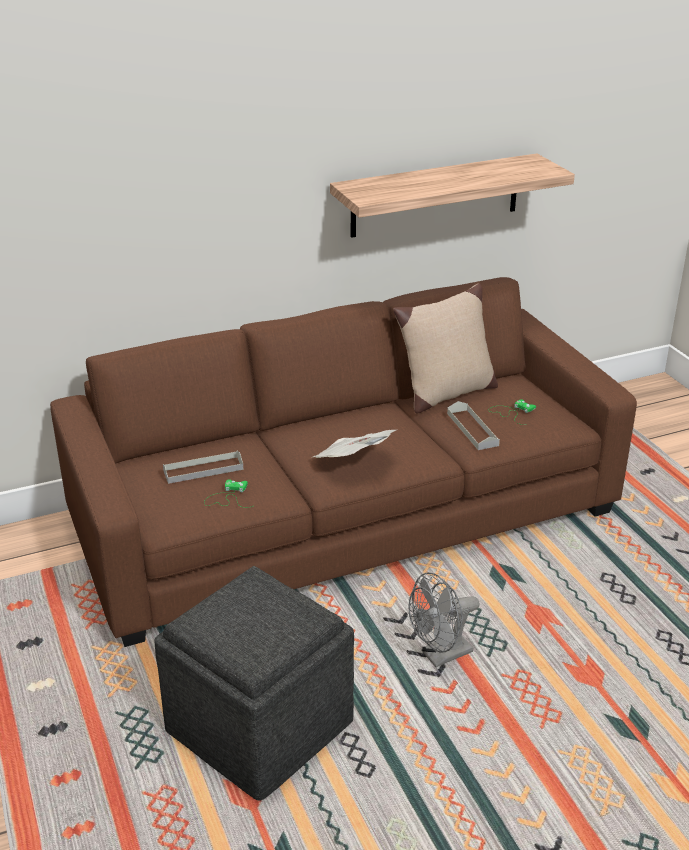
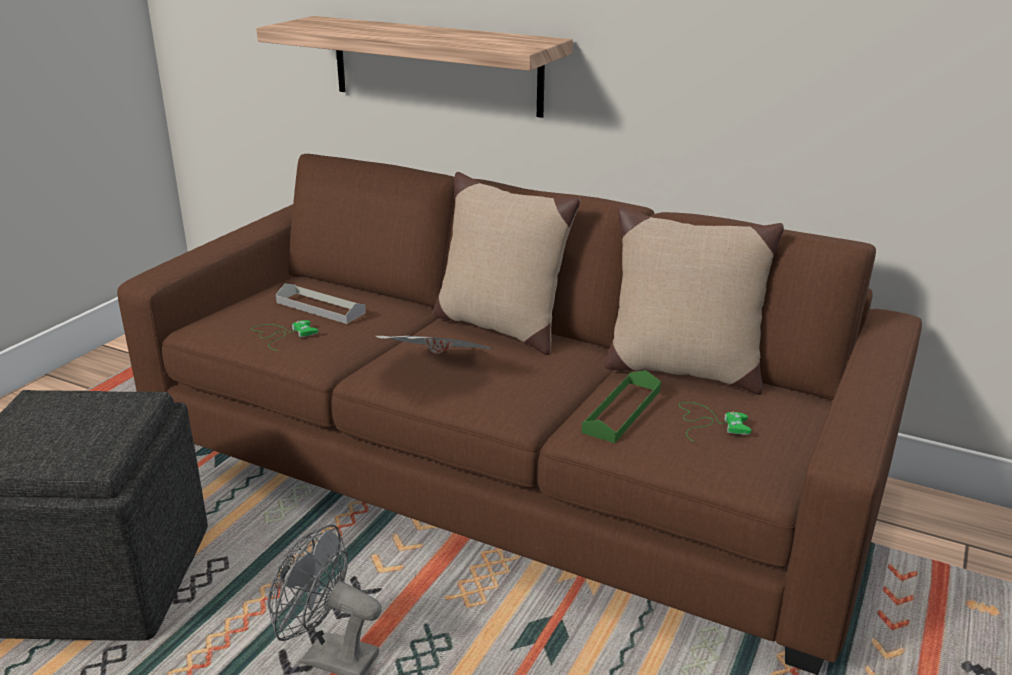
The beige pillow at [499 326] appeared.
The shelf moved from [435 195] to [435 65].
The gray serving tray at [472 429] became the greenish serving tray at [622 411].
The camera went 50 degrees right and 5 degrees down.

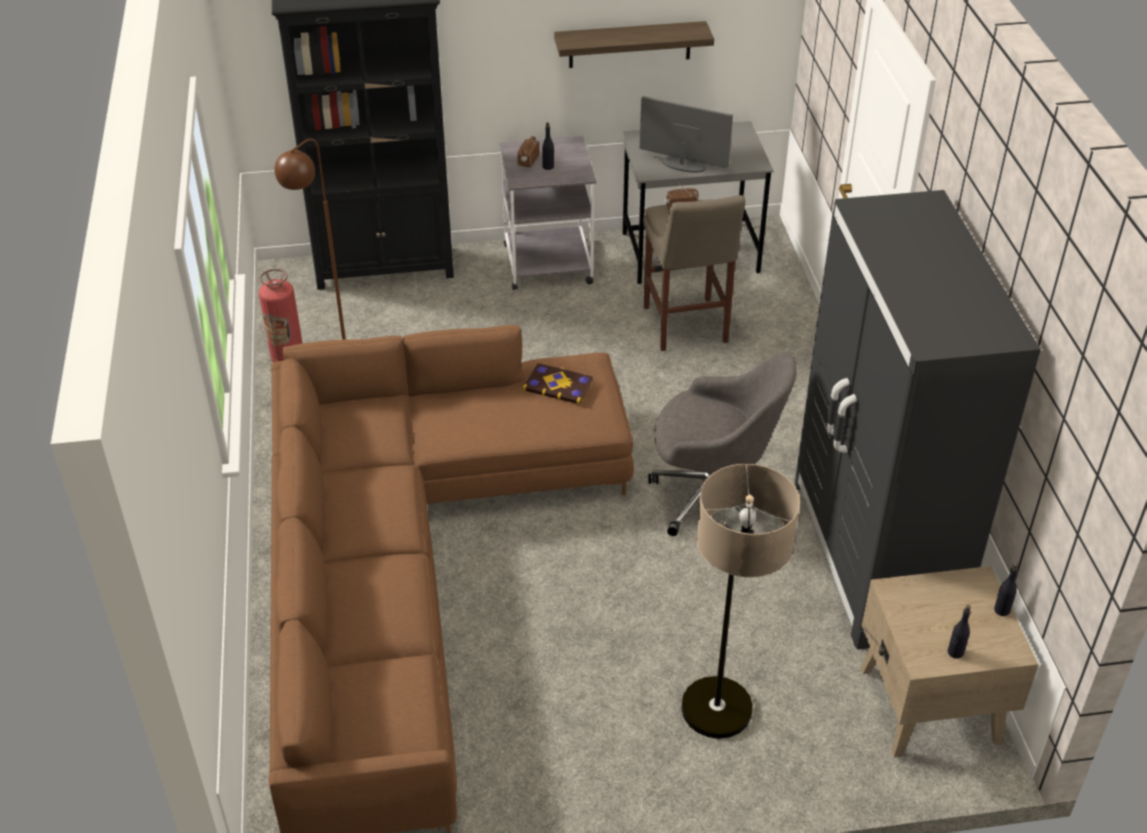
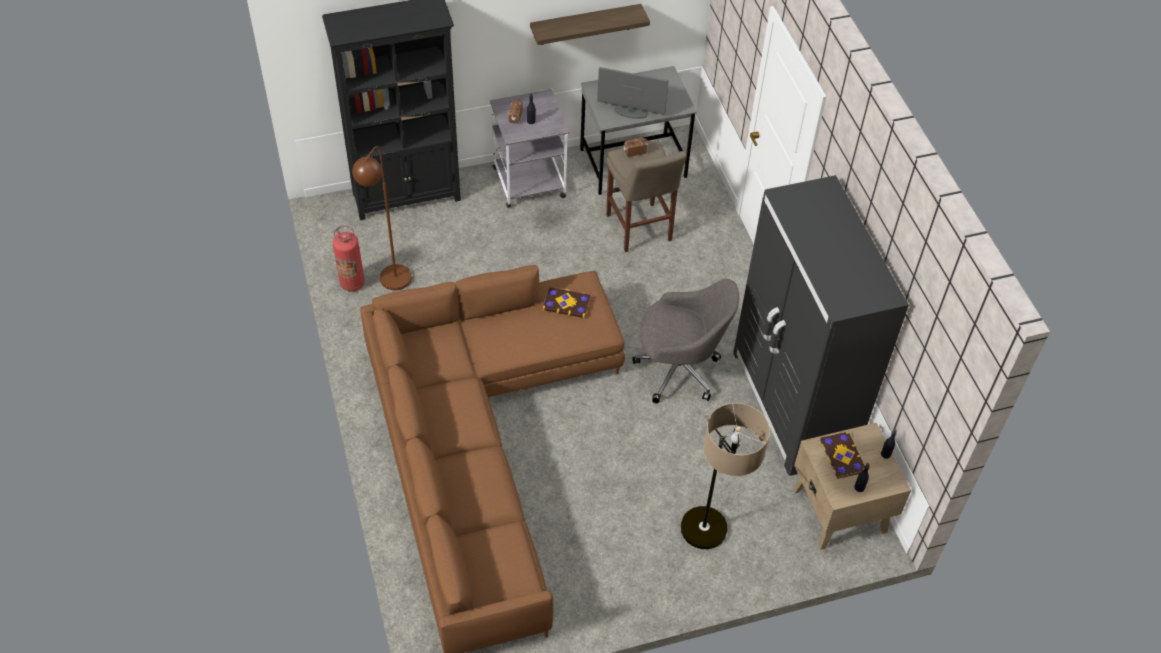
The book at [842 456] appeared.
The camera went 10 degrees left and 10 degrees up.

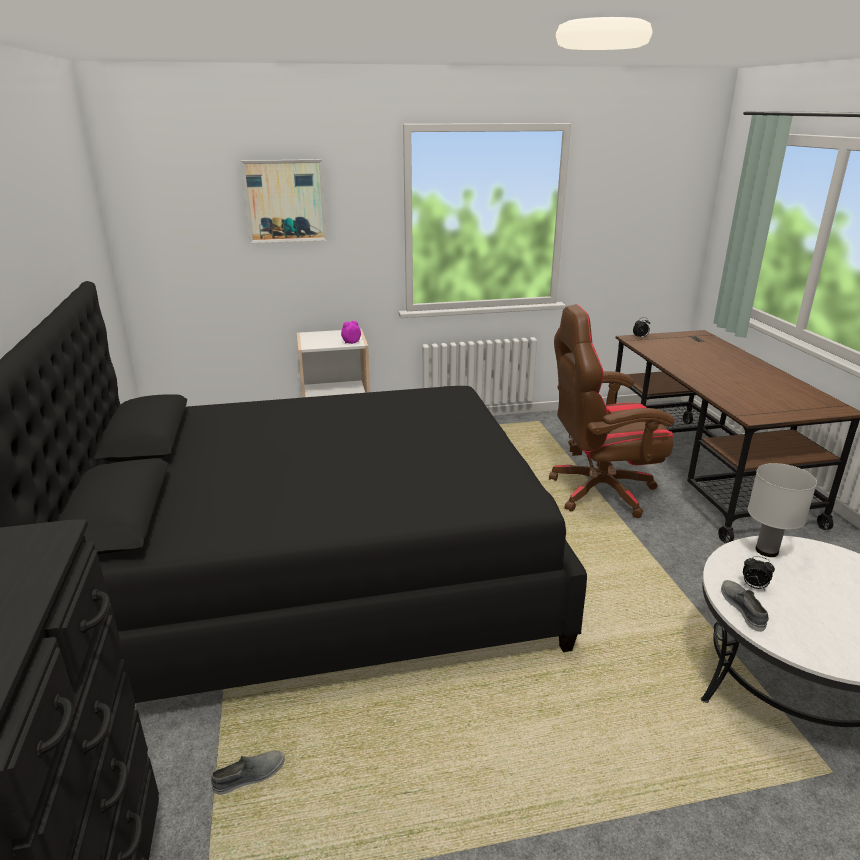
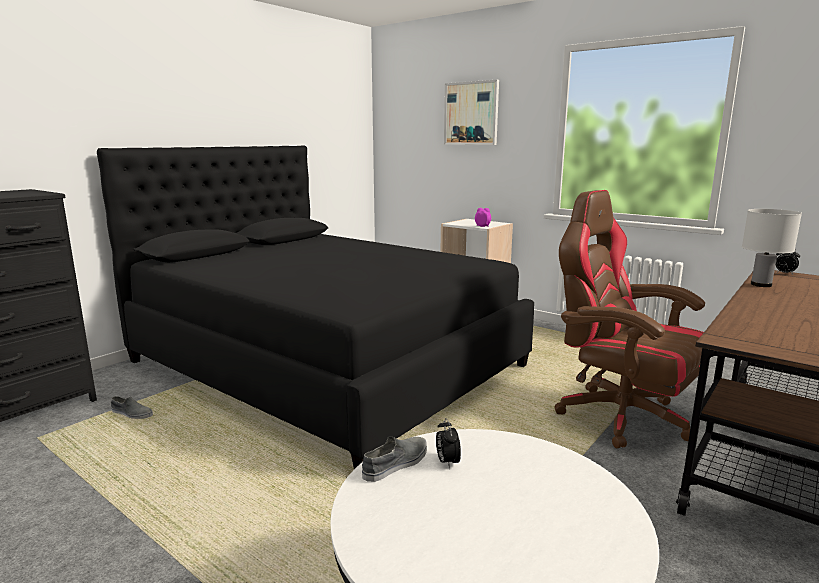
The white-coloured table lamp moved from [766 550] to [760 284].
The camera went 50 degrees right and 10 degrees down.

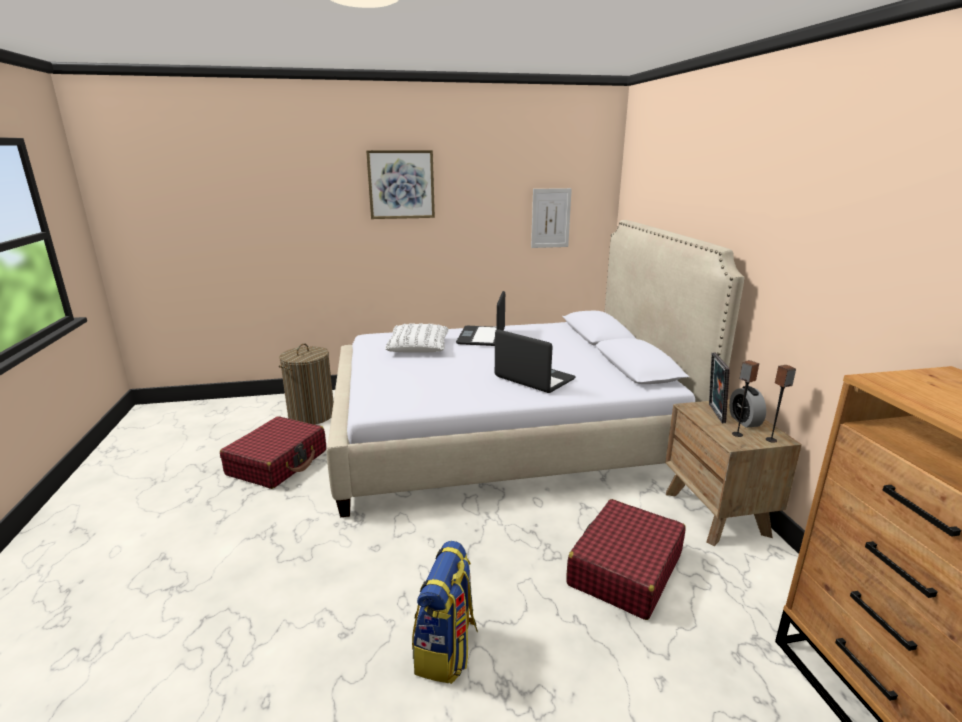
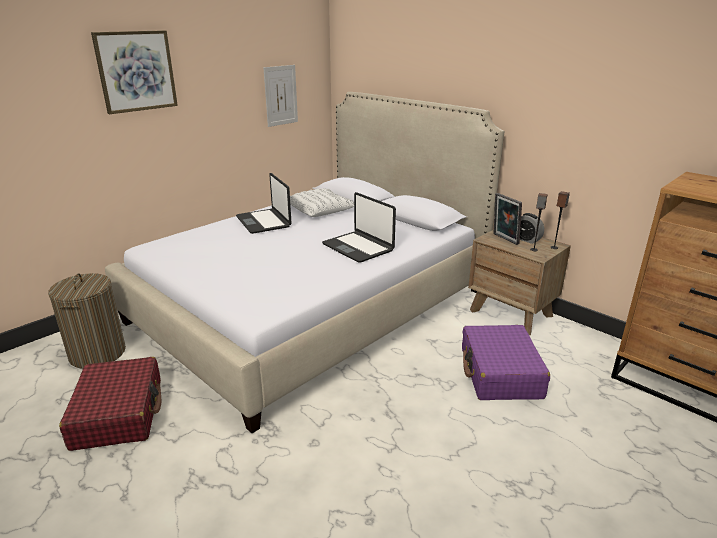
The backpack at [446 650] disappeared.
The white-coloured pillow moved from [418 347] to [320 210].
The red piece of luggage at [624 569] became the purplish piece of luggage at [500 373].
The laptop at [534 379] turned 135 degrees counterclockwise.
The camera went 35 degrees left and 5 degrees up.

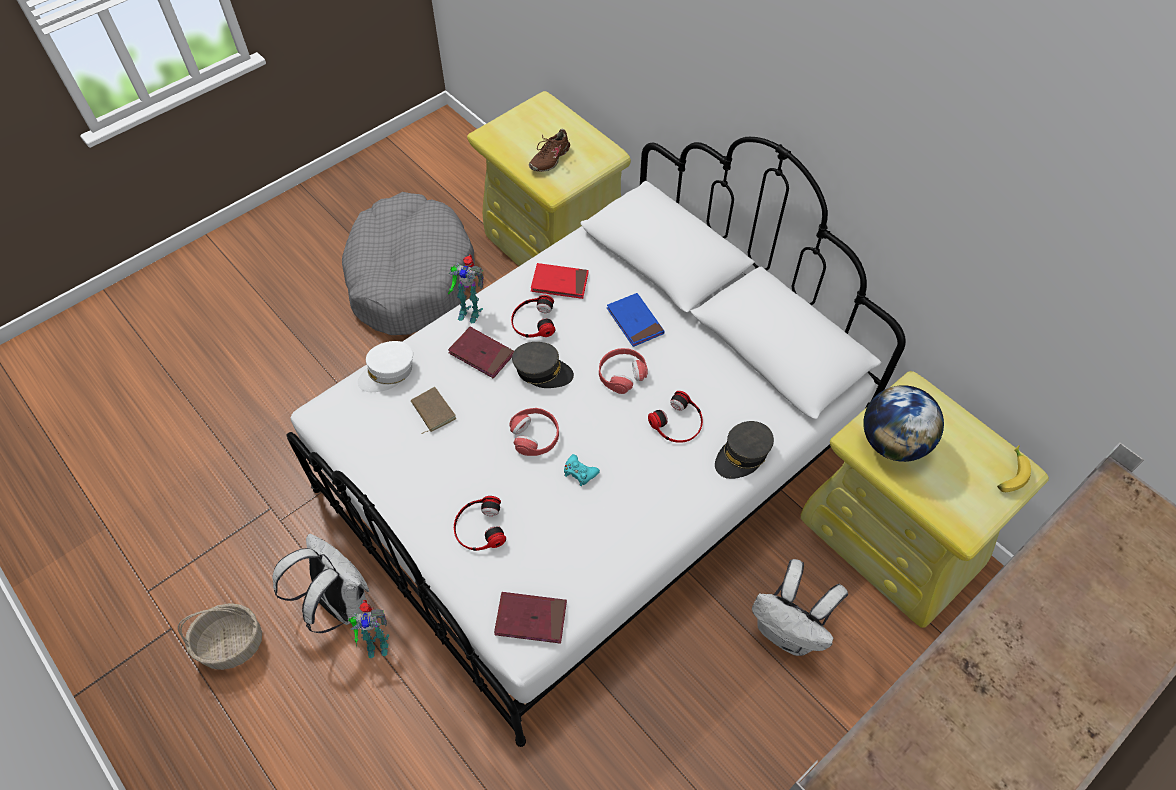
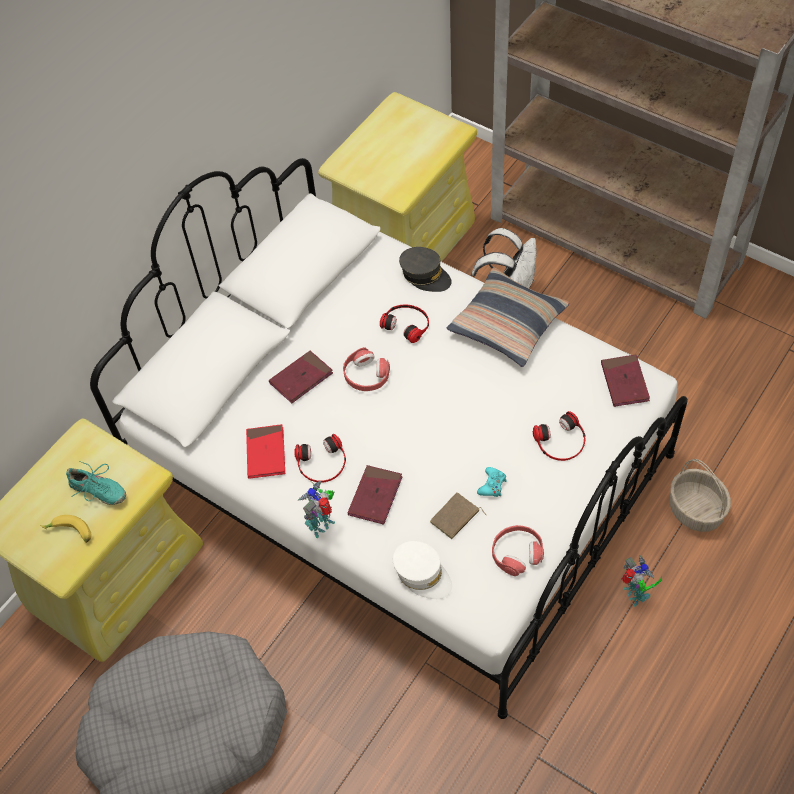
The white-coloured backpack at [338 602] disappeared.
The gray baseball cap at [542 371] disappeared.
The world globe at [892 442] disappeared.
The pillow at [507 324] appeared.
The storage basket moved from [231 645] to [696 510].
The red pair of headphones moved from [535 436] to [517 553].
The turquoise-coloured joypad moved from [579 472] to [492 485].
The banana moved from [1010 473] to [69 533].
The brown shoe at [549 158] became the turquoise-coloured shoe at [98 491].
The blue book at [635 321] became the red book at [301 378].
The toy robot at [469 310] turned 135 degrees counterclockwise.
The camera went 100 degrees left and 0 degrees up.

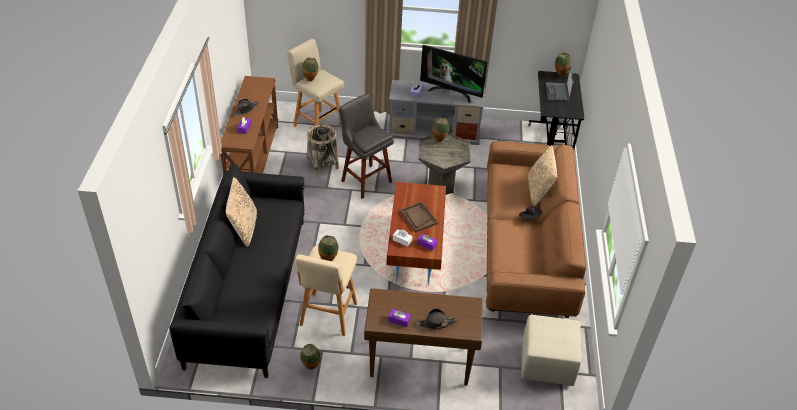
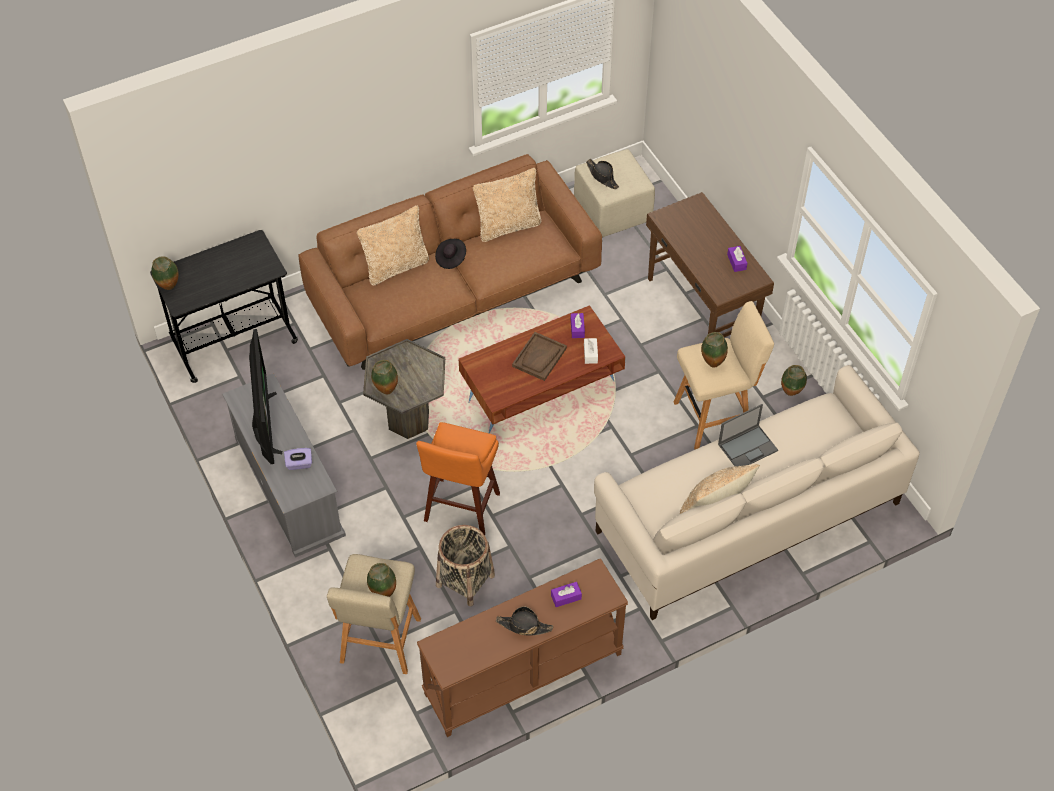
The beige pillow at [509 227] appeared.
The blackish clothing hat moved from [436 323] to [602 176].
The laptop moved from [557 92] to [748 447].
The blackish sofa at [248 290] became the beige sofa at [748 517].
The gray sitting stool at [365 180] became the orange sitting stool at [460 509].
The camera went 120 degrees left and 10 degrees up.

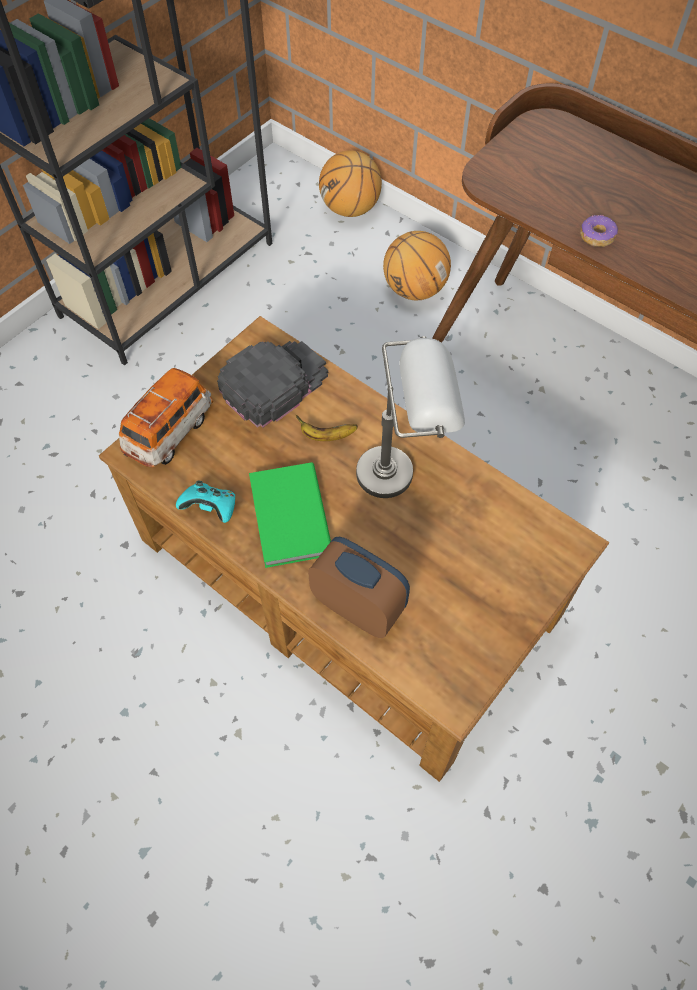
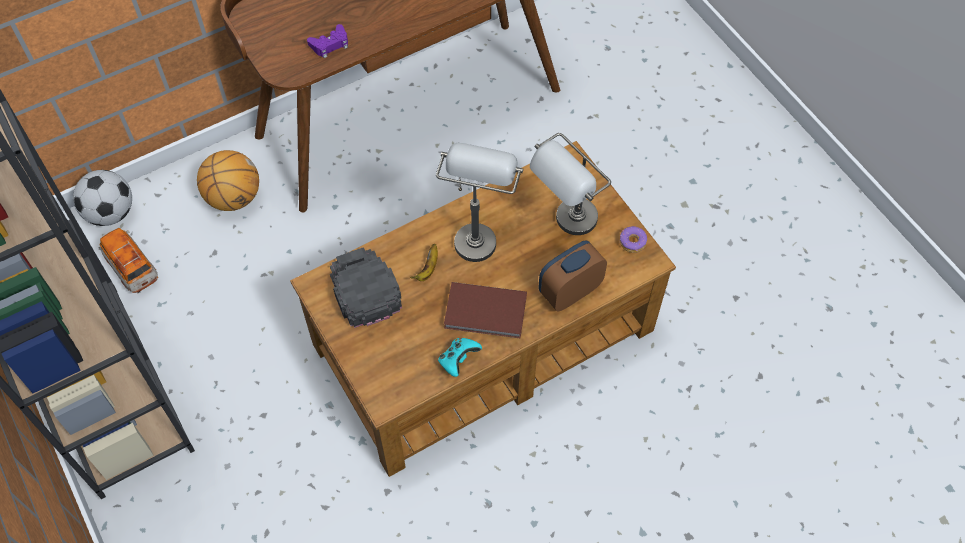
The purplish joypad at [330 44] appeared.
The gray table lamp at [566 226] appeared.
The model car moved from [170 431] to [132 268].
The ring doughnut moved from [596 236] to [632 242].
The ball for basketball at [350 209] was replaced by the football ball at [111 213].
The greenish book at [288 518] became the brown book at [486 313].
The camera went 70 degrees left and 0 degrees up.

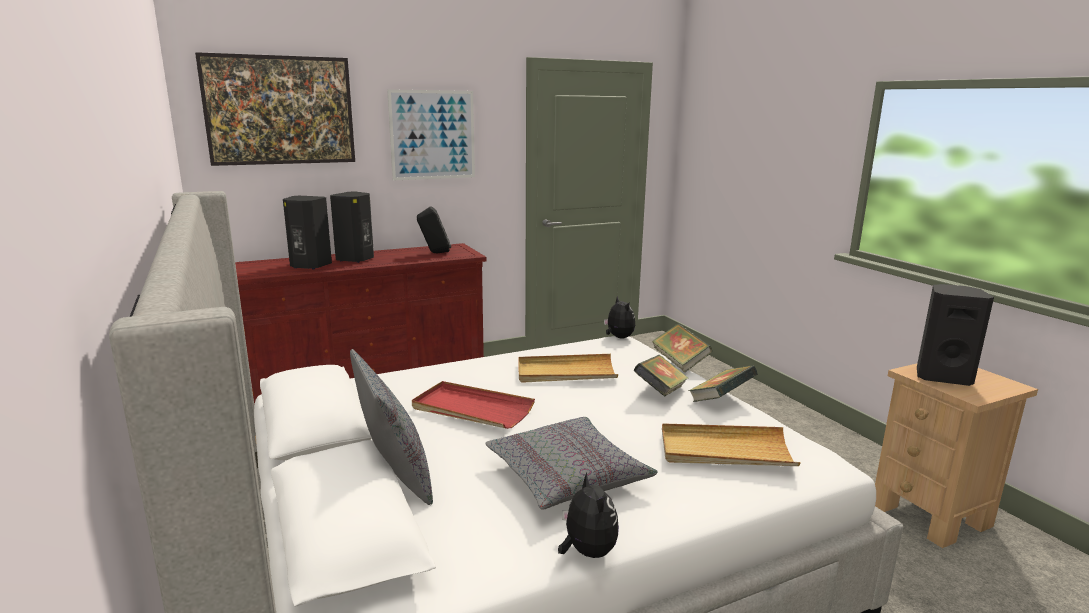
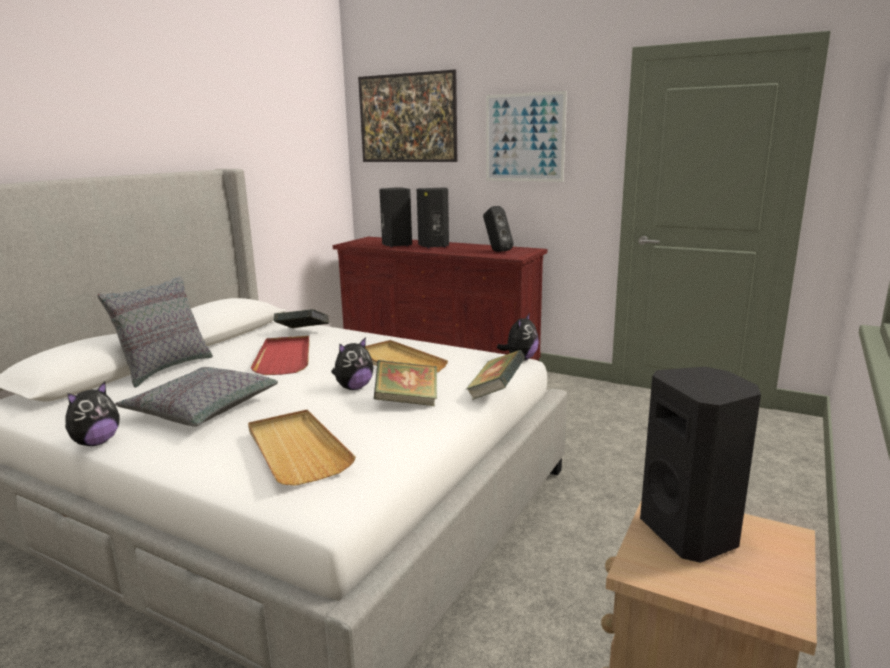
The soft toy at [354 388] appeared.
The book moved from [721 400] to [303 333].
The camera went 55 degrees right and 0 degrees up.

